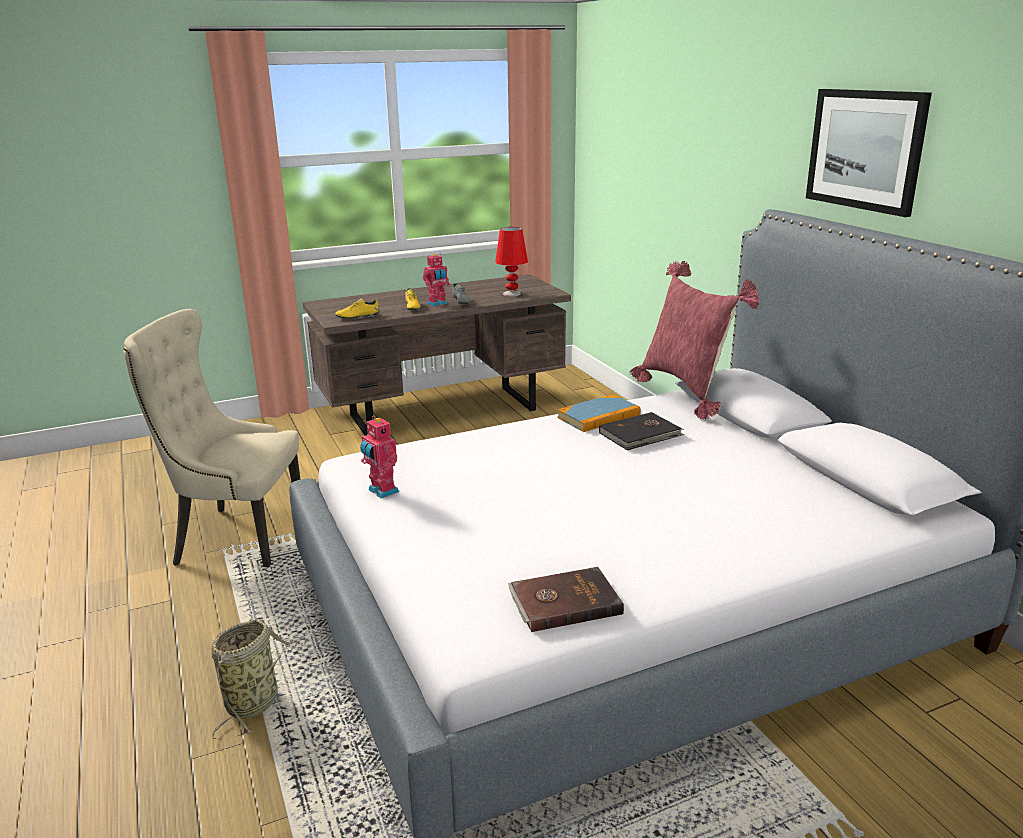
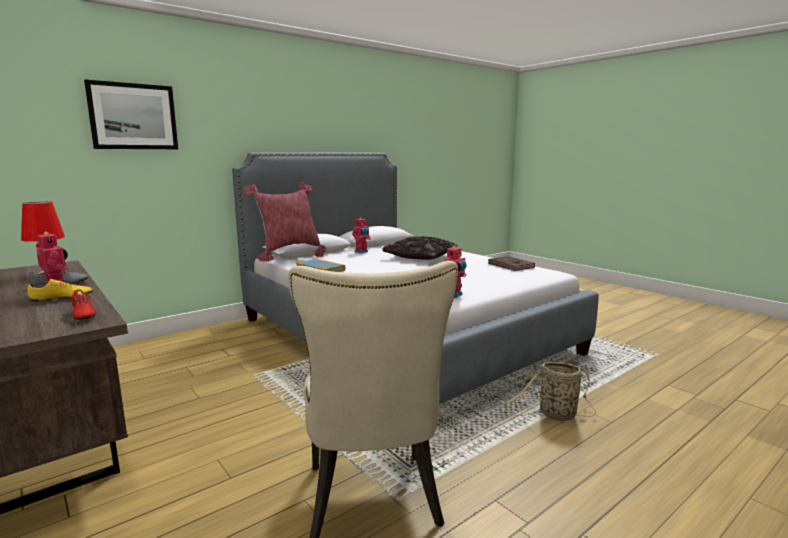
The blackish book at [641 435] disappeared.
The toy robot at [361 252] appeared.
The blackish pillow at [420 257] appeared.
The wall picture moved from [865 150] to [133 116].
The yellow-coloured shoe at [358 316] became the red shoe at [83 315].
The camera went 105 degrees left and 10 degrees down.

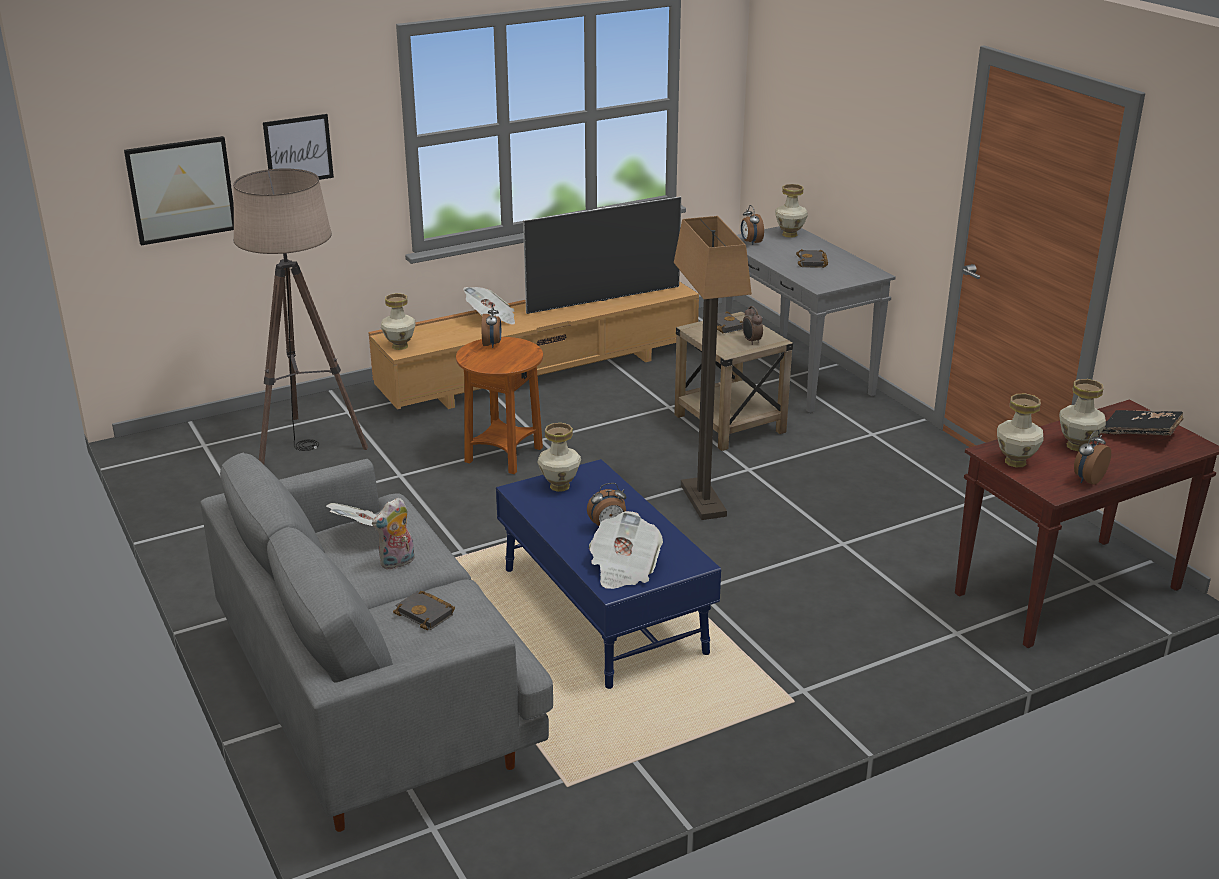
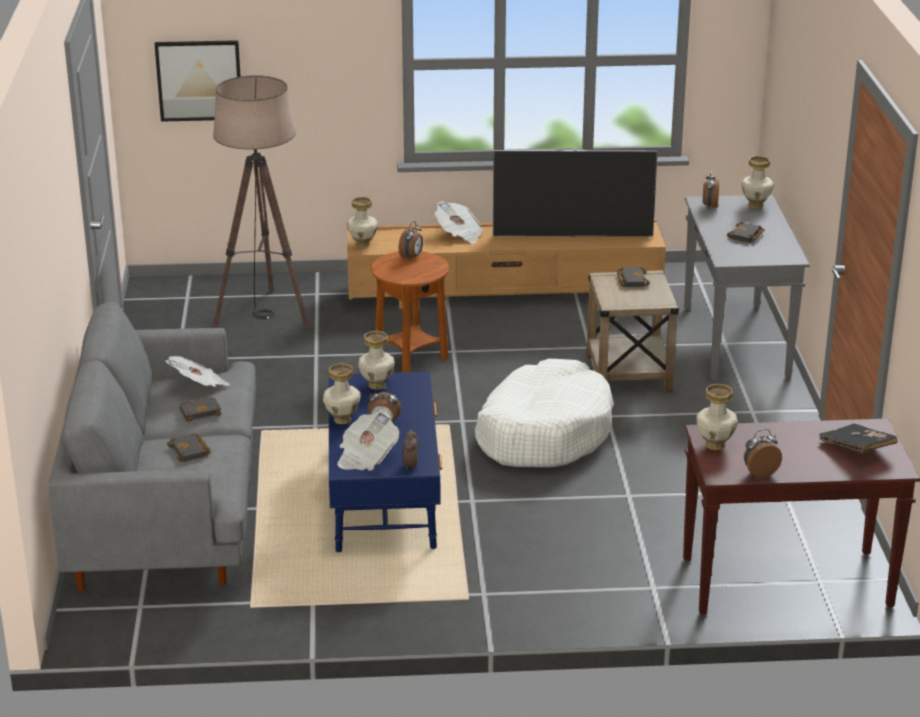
The wall picture at [298 150] disappeared.
The bedside clock moved from [751 341] to [410 466].
The flower vase moved from [1077 446] to [342 420].
The soft toy at [397 563] was replaced by the blackish book at [201 411].
The standing lamp at [704 501] was replaced by the white-coloured dog bed at [543 433].
The camera went 25 degrees right and 0 degrees up.

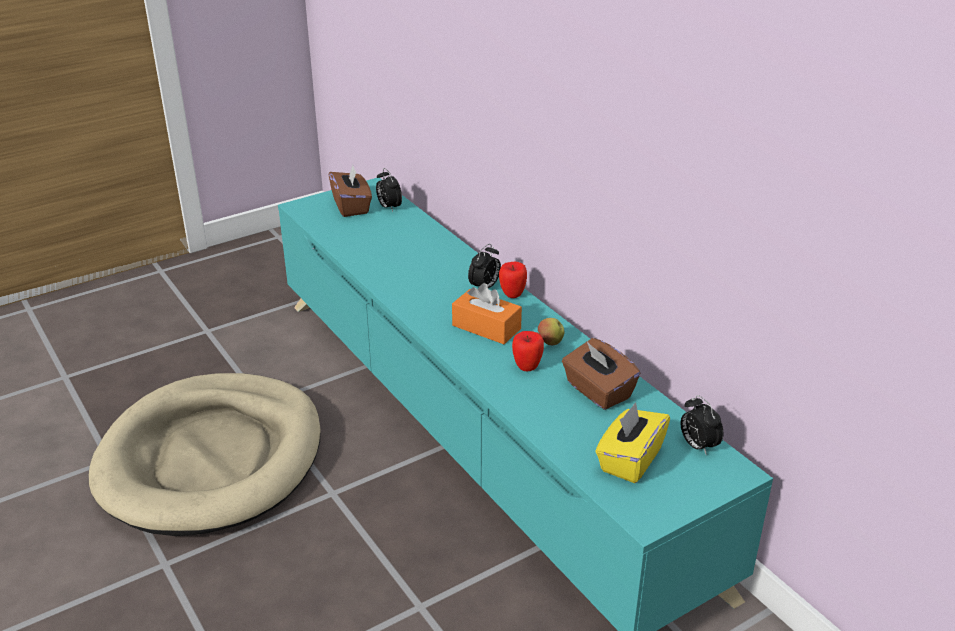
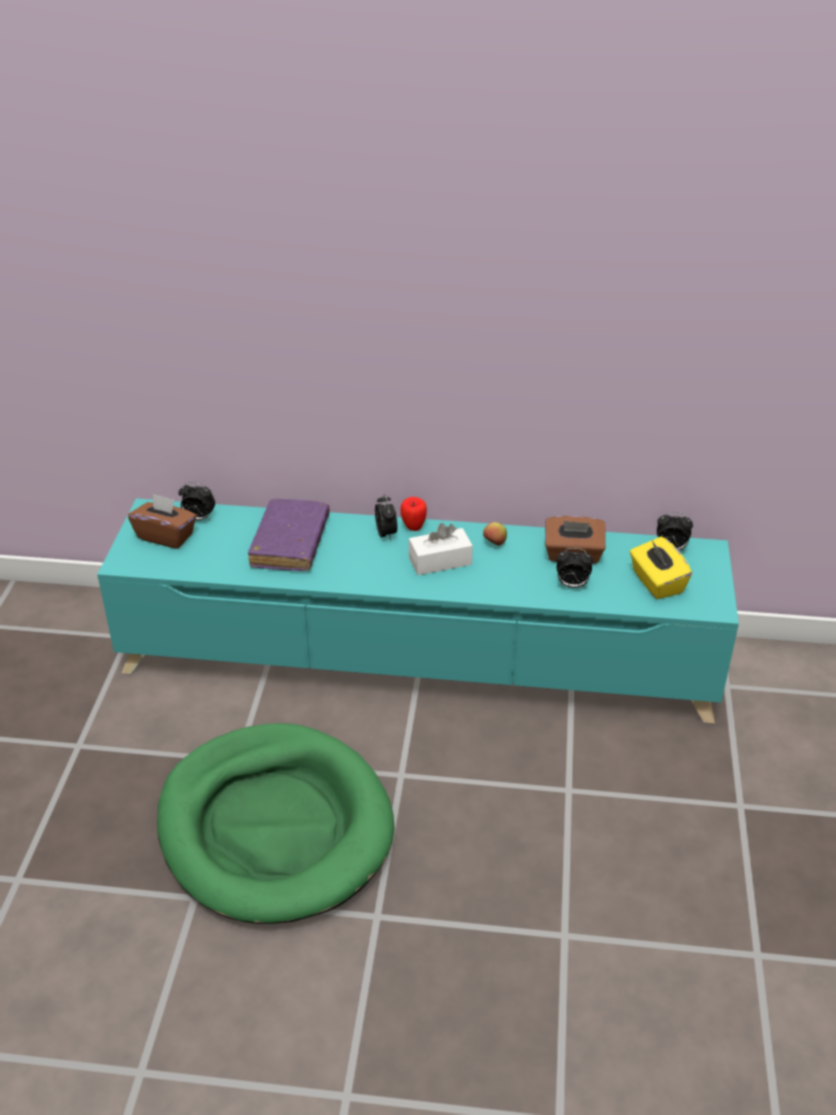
The whole apple at [527 367] disappeared.
The purplish book at [290 543] appeared.
The bedside clock at [572 585] appeared.
The beige dog bed at [212 459] became the greenish dog bed at [275 827].
The orange tissue holder at [486 327] became the white-coloured tissue holder at [440 561].
The camera went 50 degrees left and 5 degrees up.

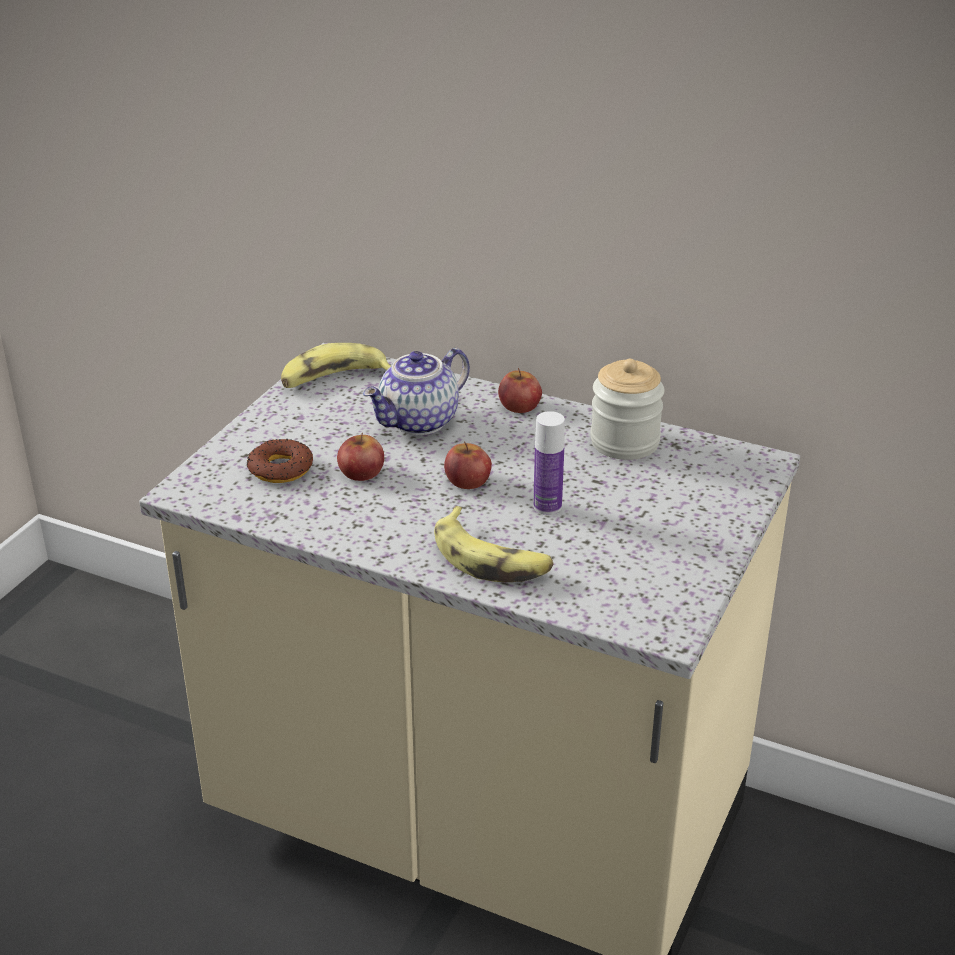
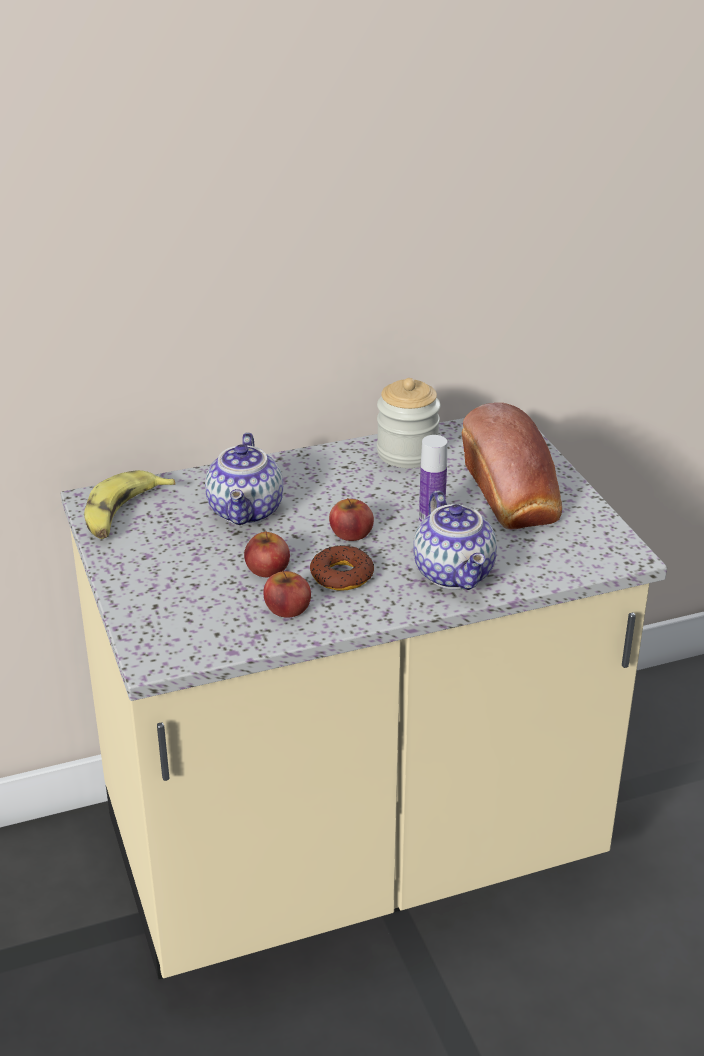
The baked bread at [512 496] appeared.
The ring doughnut moved from [280 468] to [341 575].
The whole apple moved from [519 405] to [287 608].
The banana at [491 559] was replaced by the pot for tea at [456 574].
The camera went 45 degrees left and 0 degrees up.

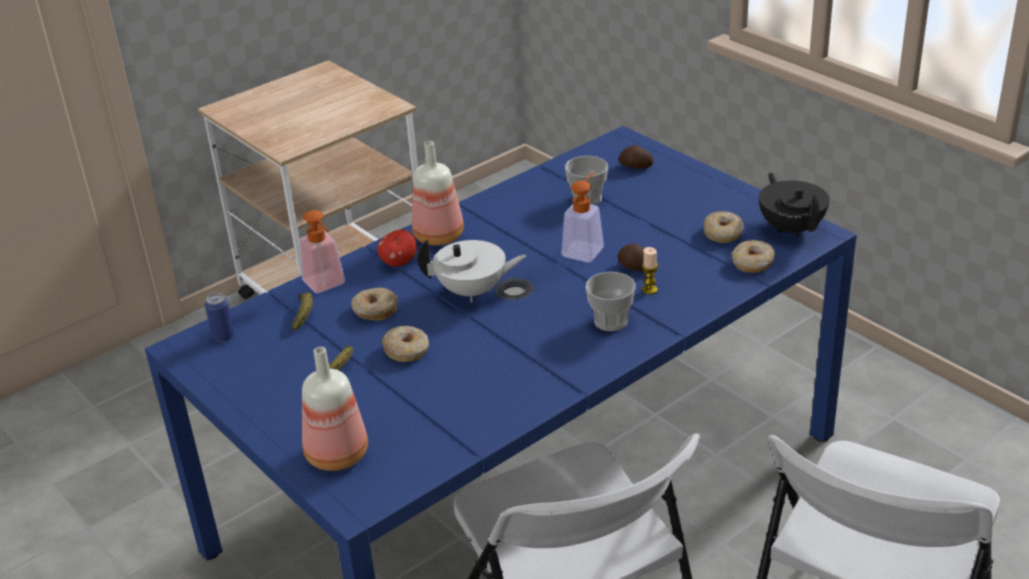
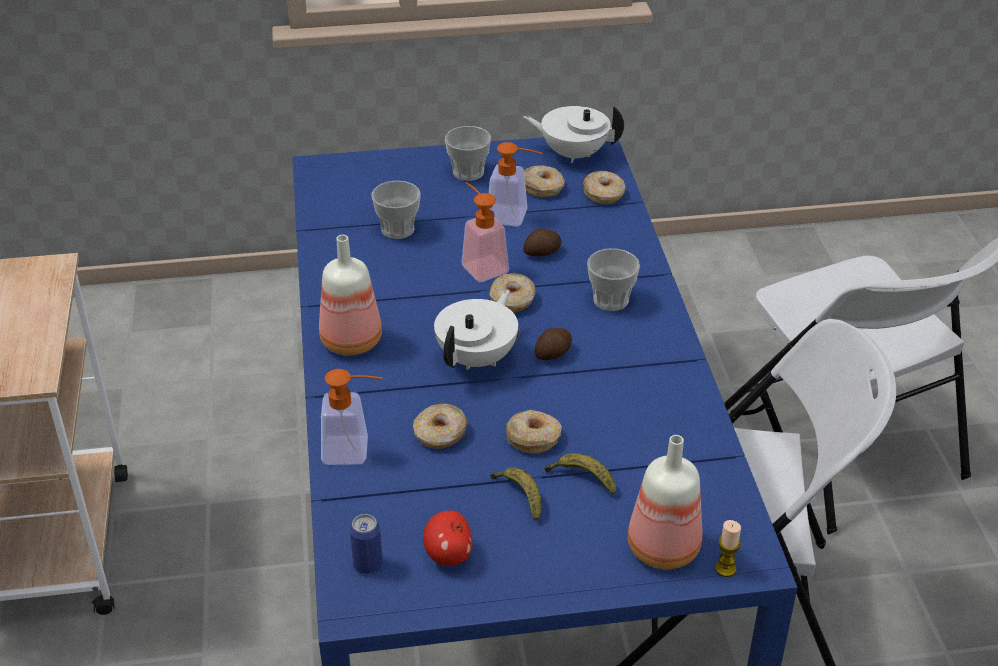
The cup at [468 172] appeared.
The soap bottle at [514 217] appeared.
The ring doughnut at [512 300] appeared.
The banana moved from [304 315] to [582 479].
The whole apple moved from [398 263] to [448 555].
The potato moved from [635 167] to [554 353].
The wax candle moved from [649 290] to [725 568].
The blackish pot for tea at [791 228] became the white-coloured pot for tea at [573 154].
The camera went 60 degrees left and 5 degrees up.

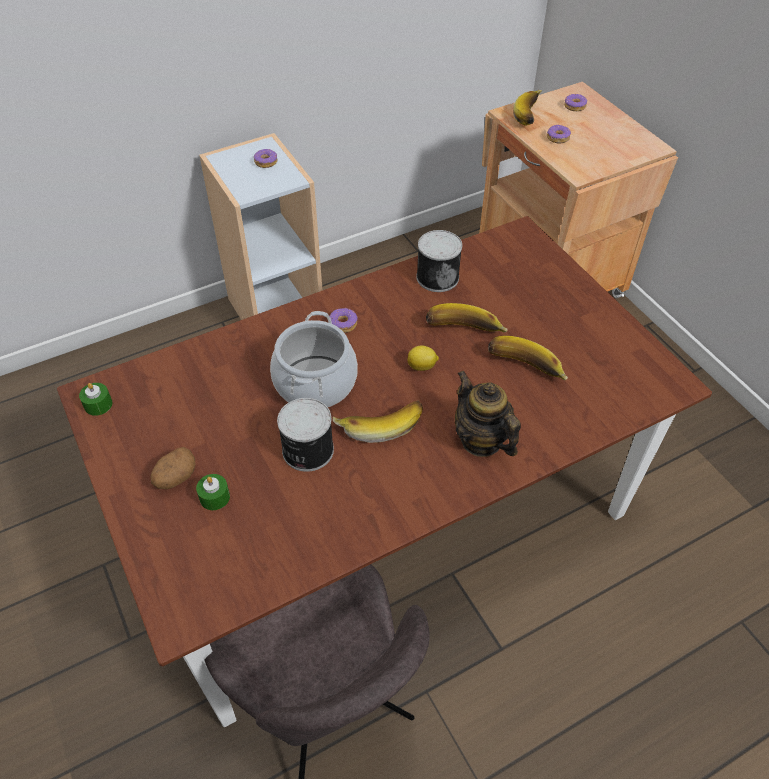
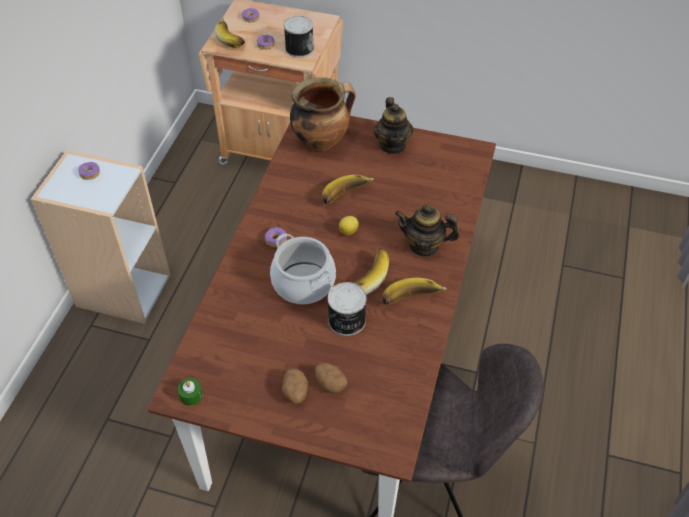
The cooking pot at [321 140] appeared.
The pot for tea at [393 145] appeared.
The metal can moved from [437 276] to [298 48].
The banana moved from [524 369] to [412 301].
The greenish wax candle at [214 497] was replaced by the potato at [330 383].
The camera went 45 degrees left and 0 degrees up.

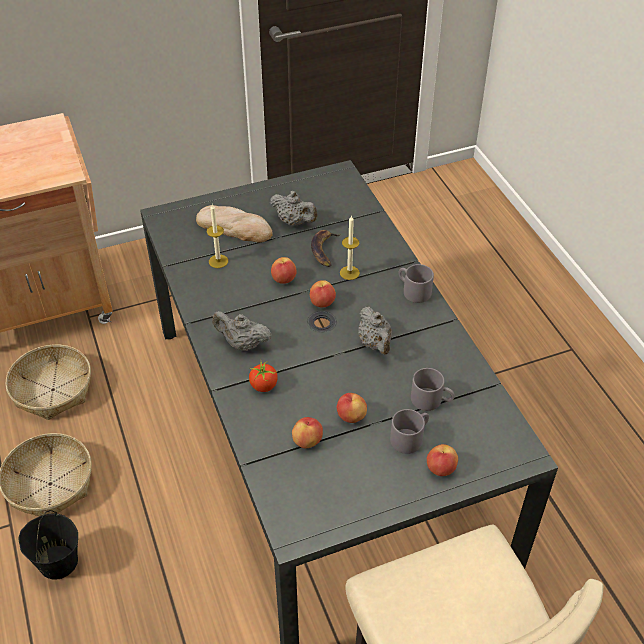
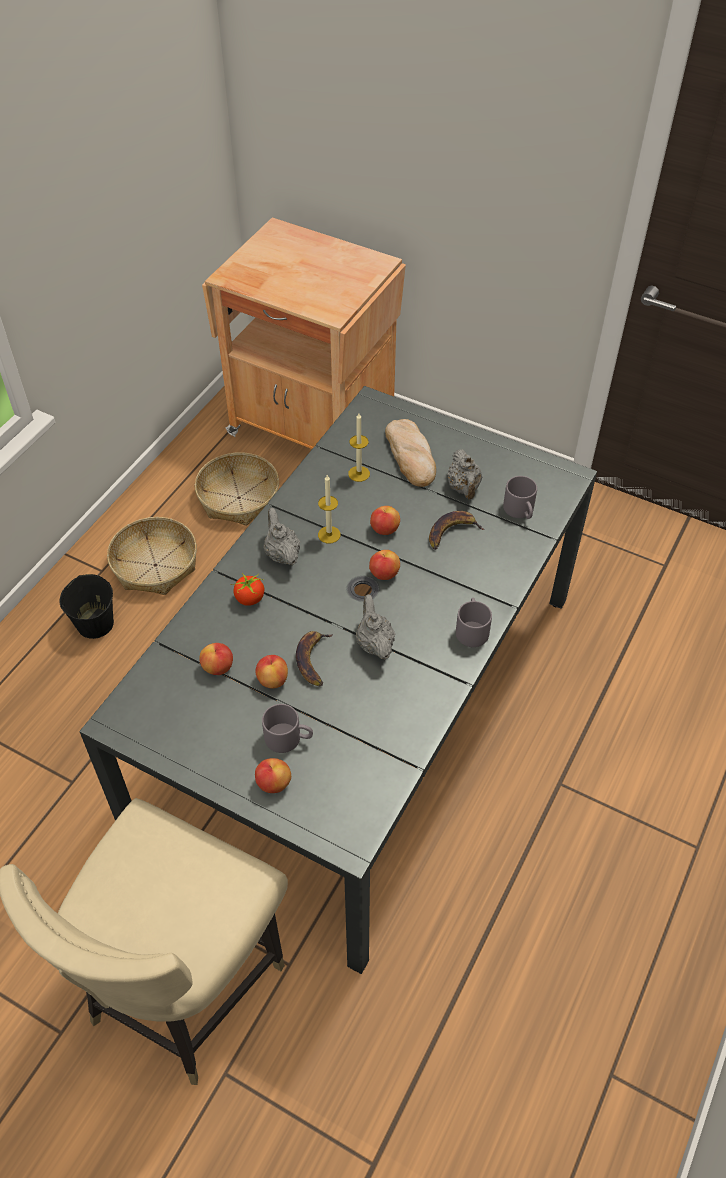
The banana at [313 659] appeared.
The wax candle moved from [349 273] to [329 534].
The gray coffee mug moved from [431 400] to [521 511].
The gray pot for tea at [375 344] turned 135 degrees clockwise.
The camera went 50 degrees right and 5 degrees up.

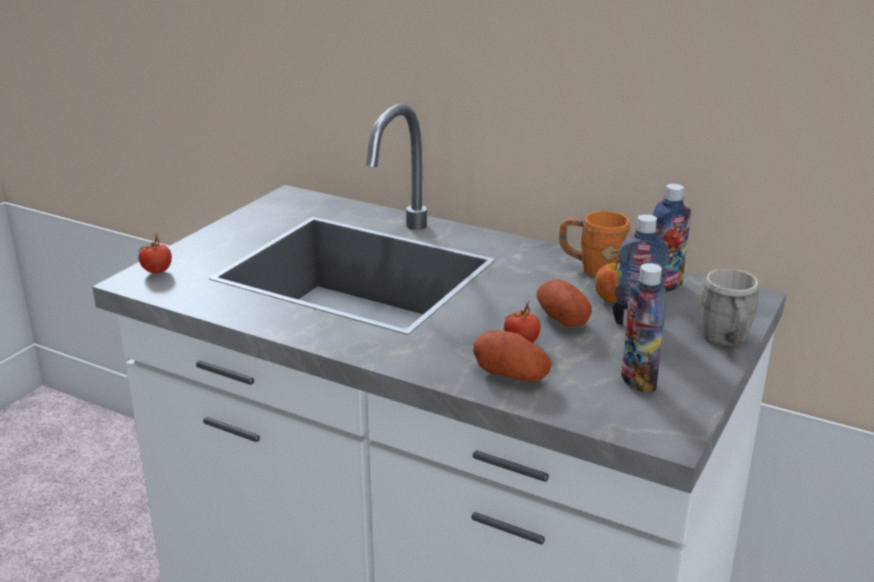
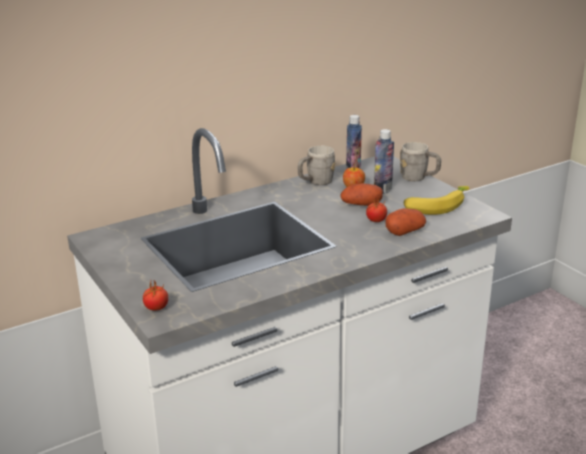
The bottle at [638 380] was replaced by the banana at [436 206].
The orange coffee mug at [592 268] became the gray coffee mug at [316 182].
The camera went 60 degrees left and 0 degrees up.

